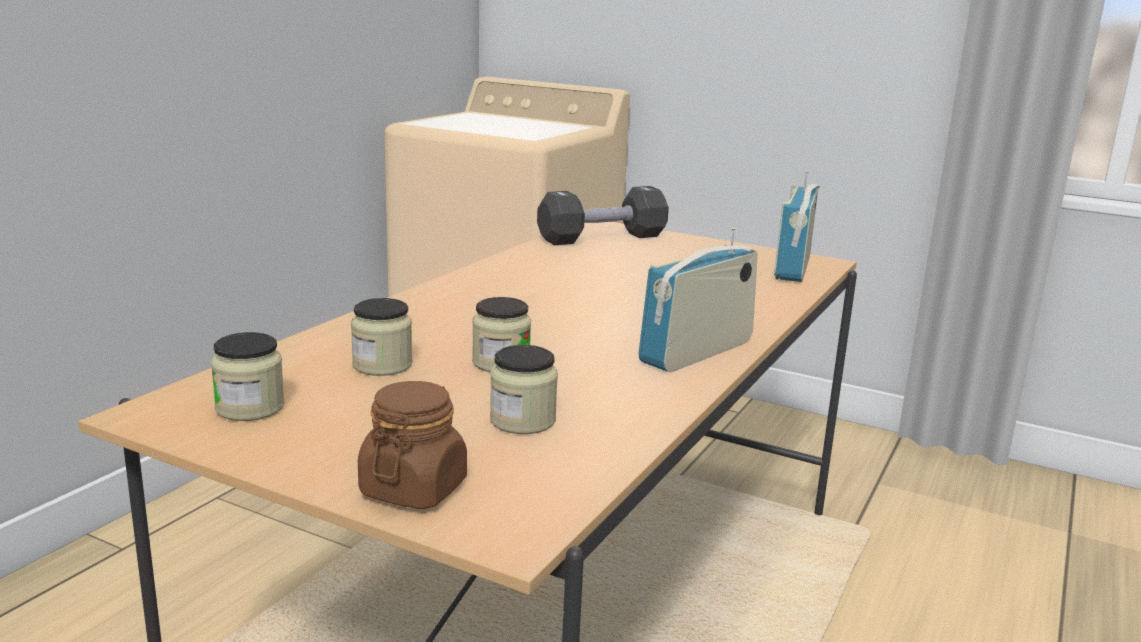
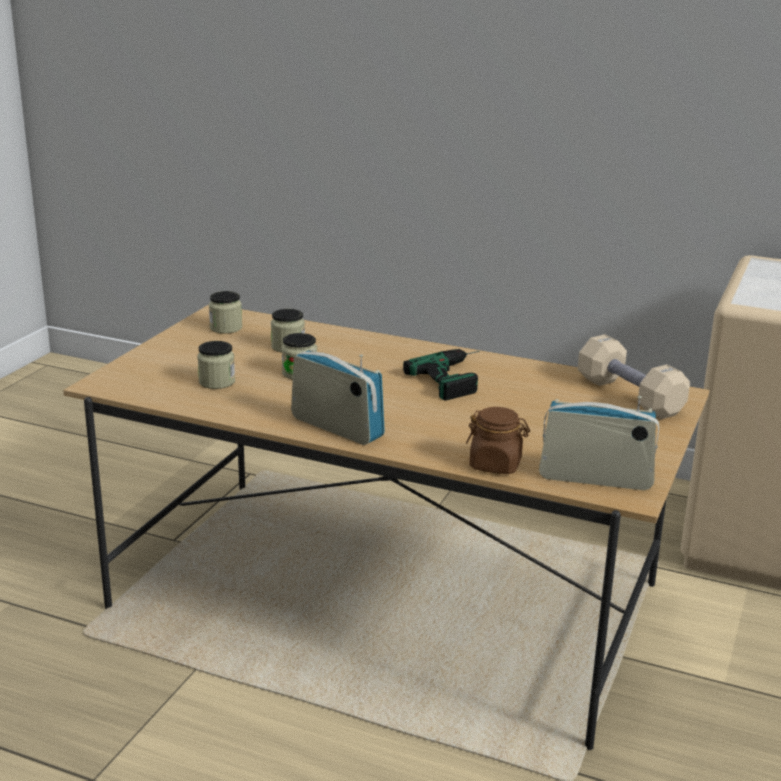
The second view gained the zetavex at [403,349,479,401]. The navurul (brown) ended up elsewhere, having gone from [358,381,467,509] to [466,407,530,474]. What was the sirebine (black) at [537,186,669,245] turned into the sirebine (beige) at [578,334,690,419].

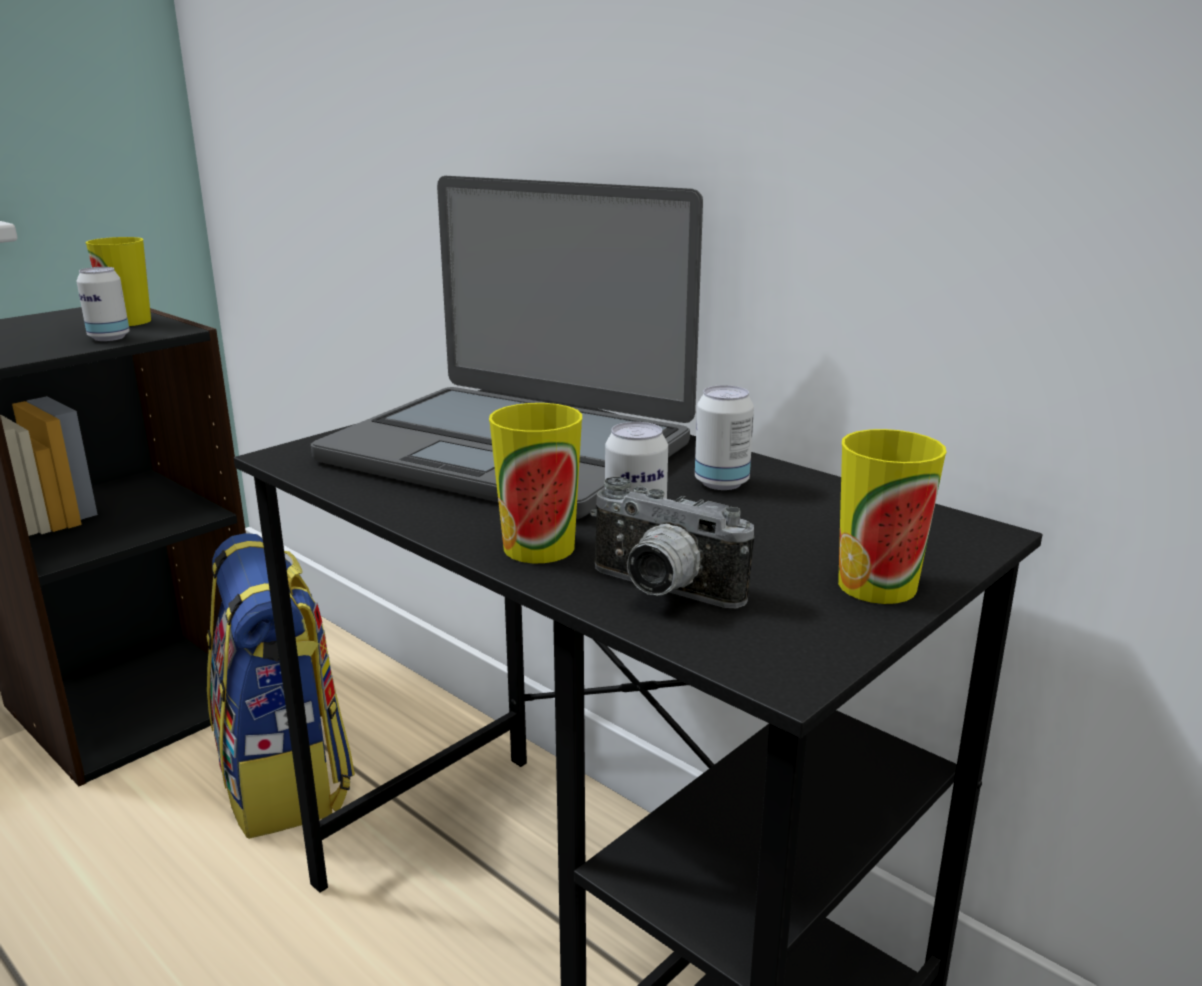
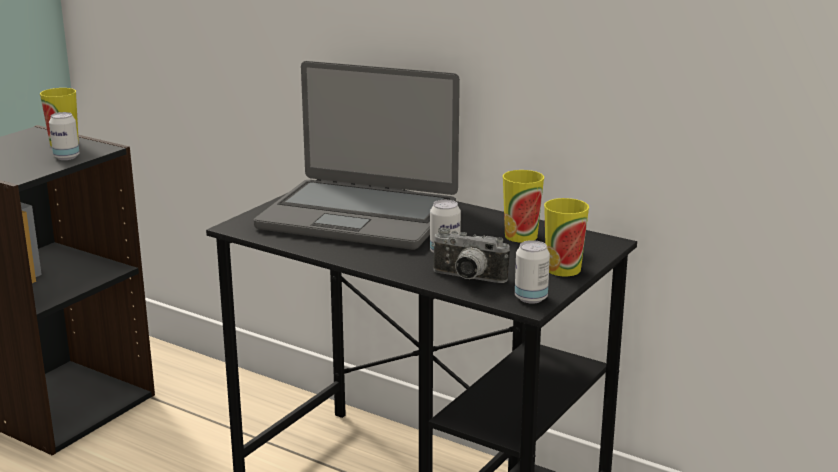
The second view lost the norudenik at [207,533,355,839]. The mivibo ended up elsewhere, having gone from [489,403,582,563] to [503,170,544,243]. The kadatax ended up elsewhere, having gone from [695,385,754,490] to [515,240,550,304].

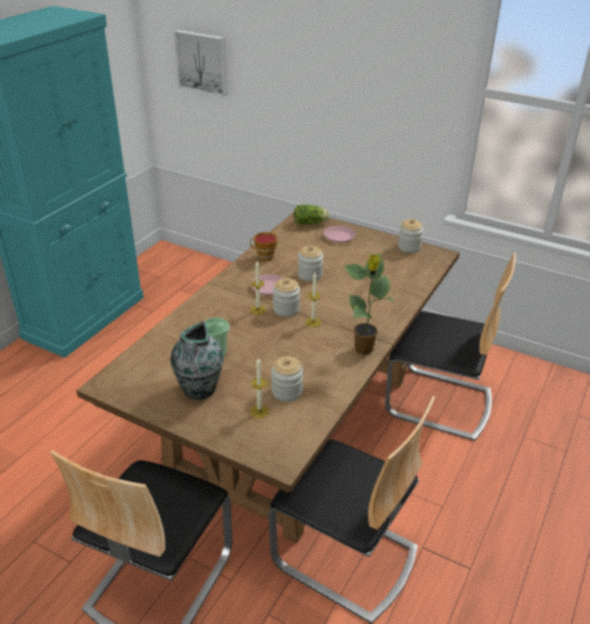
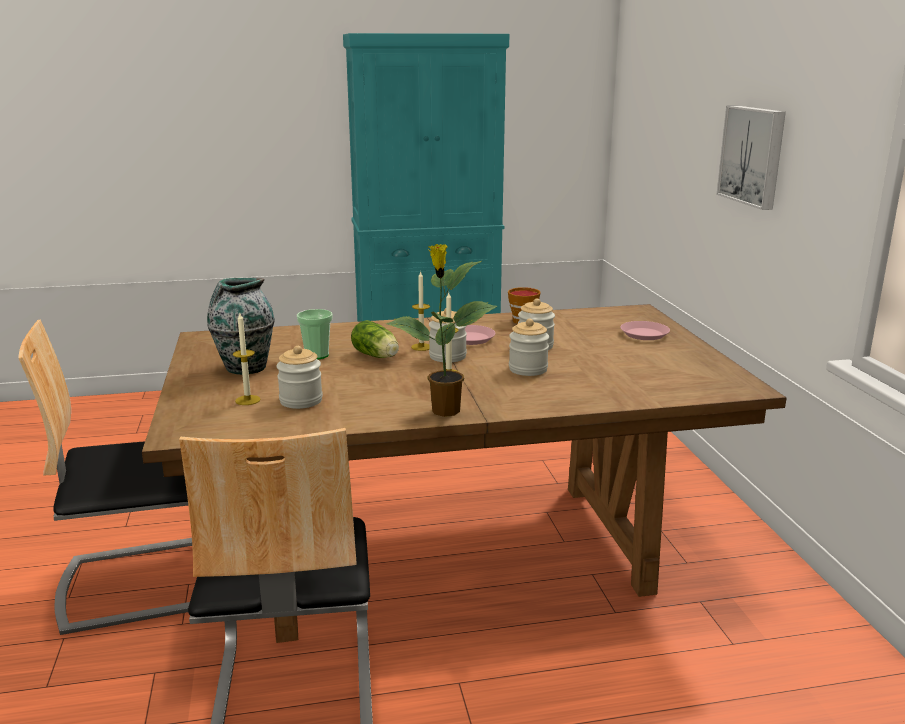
The second view lost the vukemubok at [385,252,516,441]. The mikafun ended up elsewhere, having gone from [174,30,227,97] to [717,105,786,210]. The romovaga ended up elsewhere, having gone from [294,205,330,225] to [351,320,399,358]. The navurul ended up elsewhere, having gone from [398,219,423,253] to [509,319,549,376].

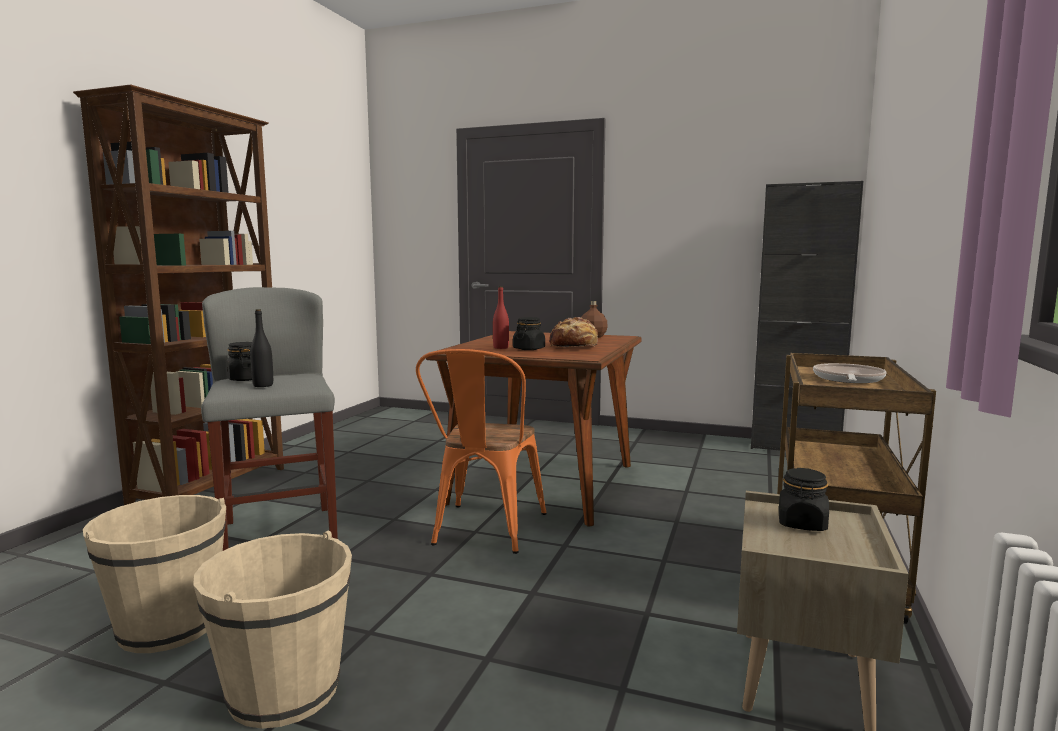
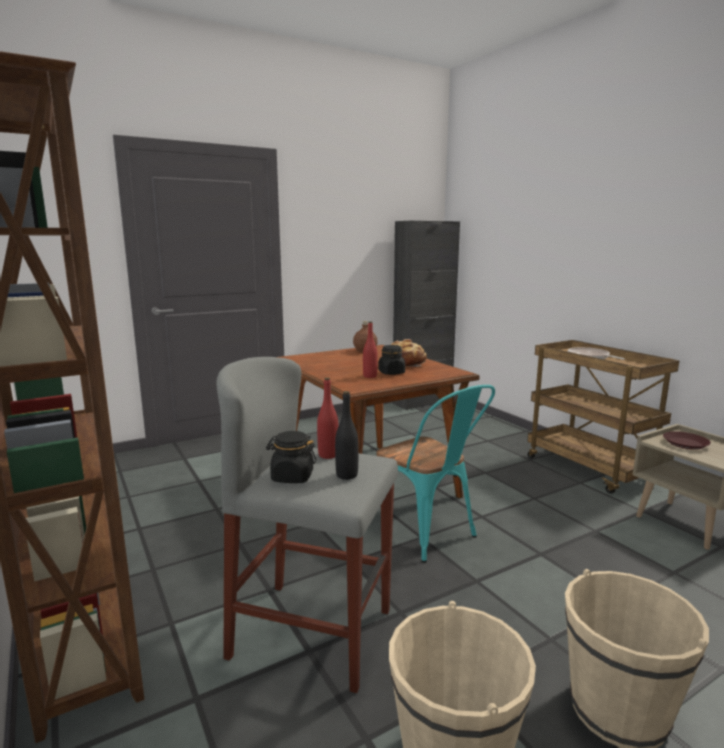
The second view gained the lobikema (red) at [317,378,339,459]. Where the navurul (black) stood at [779,468,829,531], the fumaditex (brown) came to stand at [663,431,711,450]. What was the vukemubok (orange) at [416,349,546,554] turned into the vukemubok (turquoise) at [377,385,495,563].

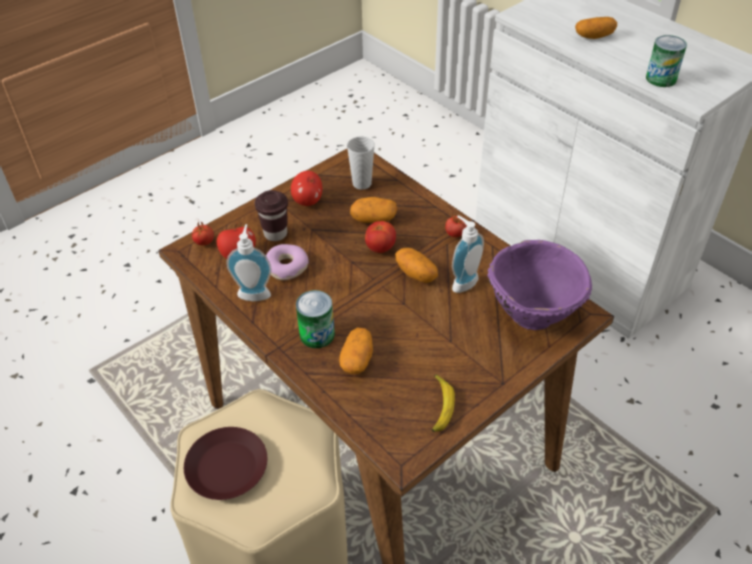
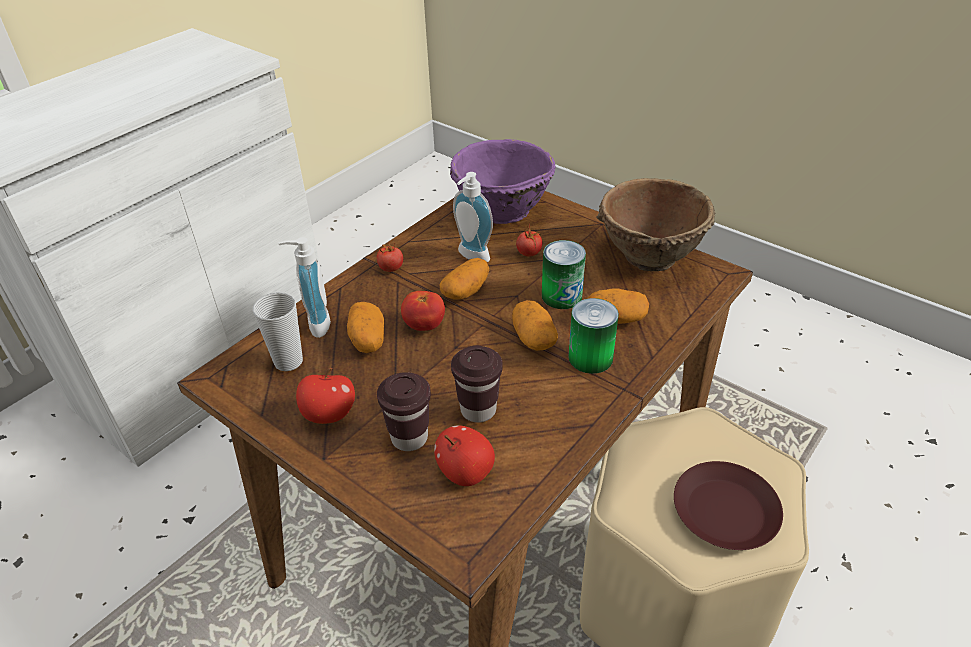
The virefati ended up elsewhere, having gone from [191,220,214,245] to [516,225,543,257]. The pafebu ended up elsewhere, having gone from [226,224,272,301] to [278,237,331,338]. The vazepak ended up elsewhere, having gone from [575,17,617,39] to [512,300,558,351]. The kadatax ended up elsewhere, having gone from [646,35,687,87] to [542,240,586,309]. Where the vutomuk stood at [266,244,309,280], the mivibo (brown) came to stand at [451,346,503,423]. Where the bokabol stood at [431,374,455,432], the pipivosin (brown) came to stand at [597,178,716,271].

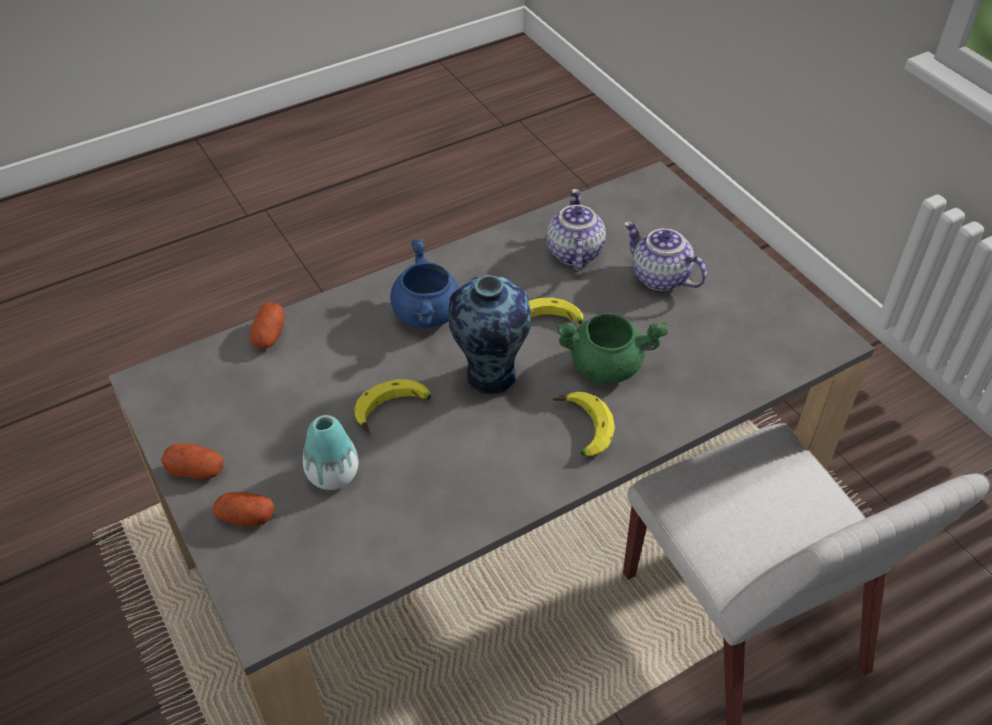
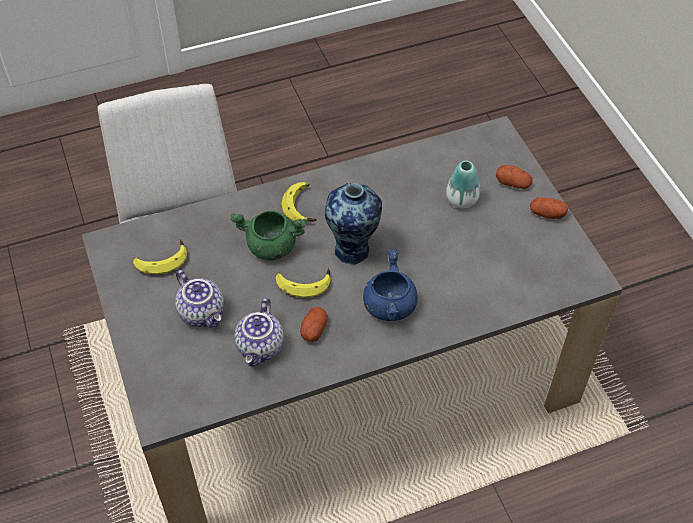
The vazepak ended up elsewhere, having gone from [250,302,285,349] to [300,307,328,342]. The bokabol ended up elsewhere, having gone from [354,379,431,435] to [133,239,187,275].

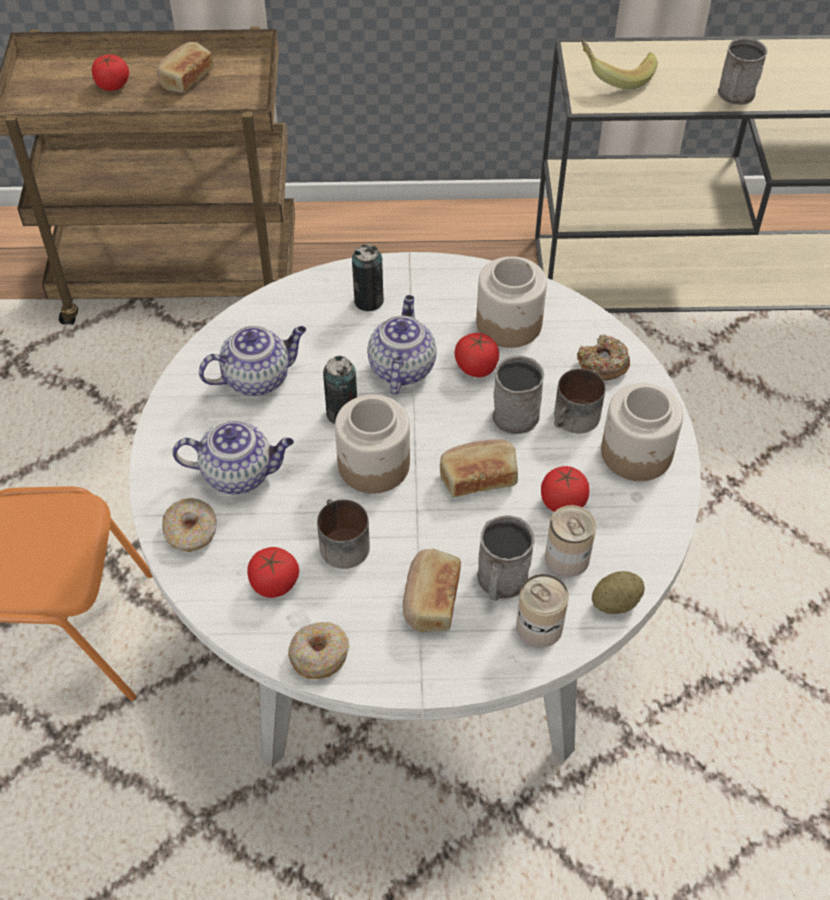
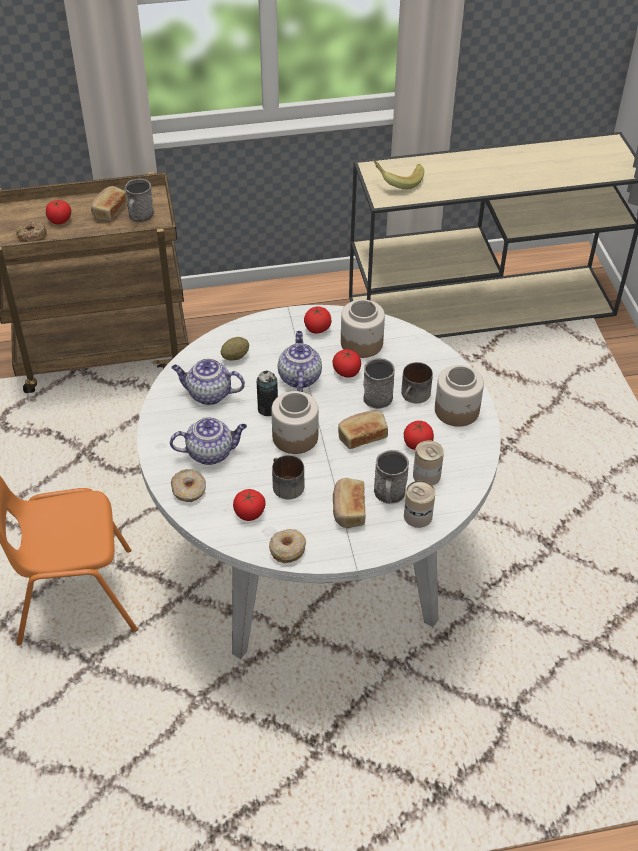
The second view lost the kadatax at [352,244,384,311]. The second view gained the virefati at [304,306,331,333]. The vutomuk ended up elsewhere, having gone from [577,334,630,381] to [16,220,47,242]. The vazepak ended up elsewhere, having gone from [592,571,645,614] to [221,337,249,361]. The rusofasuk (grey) ended up elsewhere, having gone from [718,38,767,105] to [125,179,154,223]. The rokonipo at [199,326,306,396] ended up facing another way, 135 degrees counterclockwise from before.

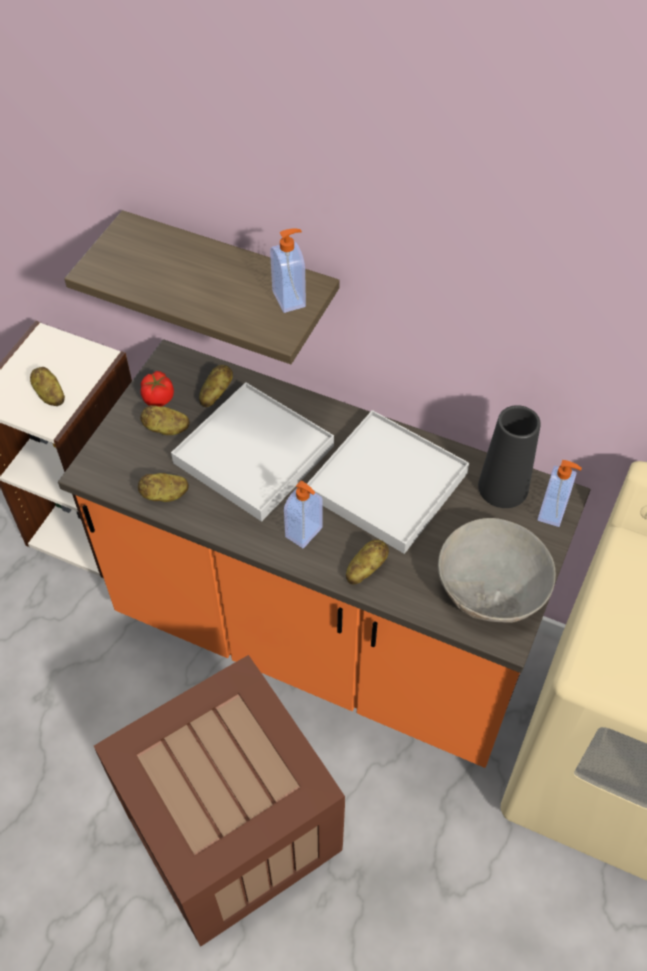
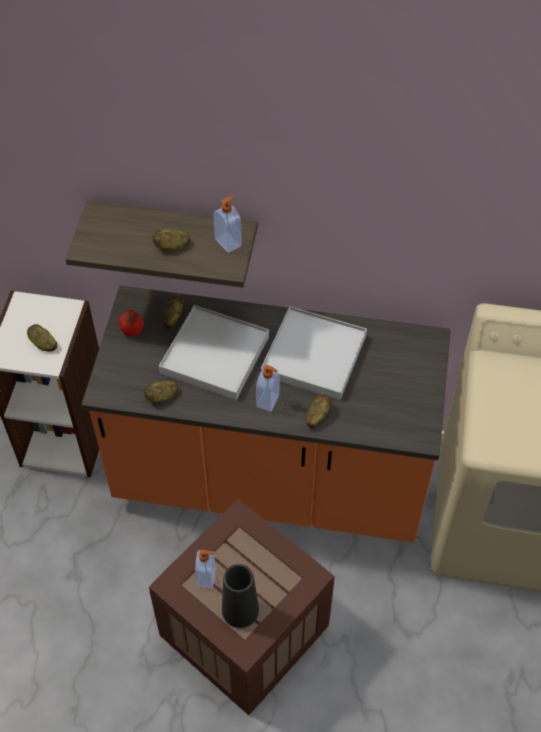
The second view lost the pipivosin (grey) at [438,518,556,623]. The vazepak ended up elsewhere, having gone from [140,405,190,435] to [153,229,190,251]. The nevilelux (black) ended up elsewhere, having gone from [478,405,541,508] to [222,564,259,628]. The pafebu ended up elsewhere, having gone from [538,460,582,527] to [195,550,216,588].

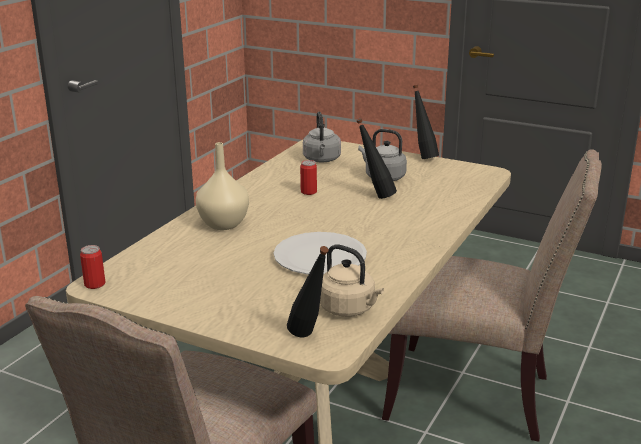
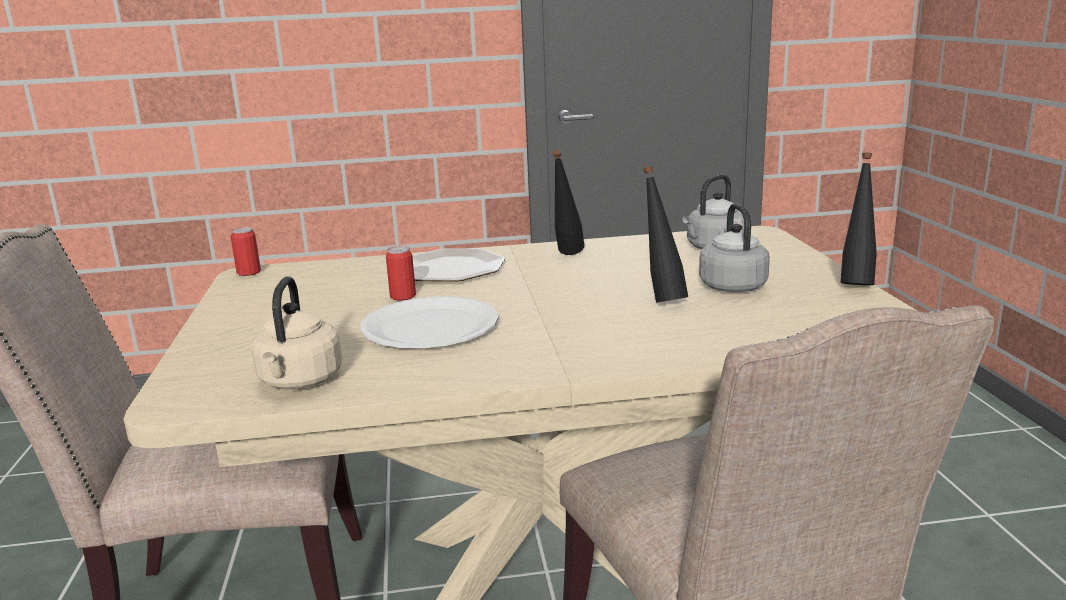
The lobikema (black) ended up elsewhere, having gone from [287,246,329,337] to [553,150,584,255]. The kadatax ended up elsewhere, having gone from [300,160,317,195] to [386,246,416,301]. Where the nevilelux (beige) stood at [196,142,249,230], the fumaditex came to stand at [412,248,505,282].

